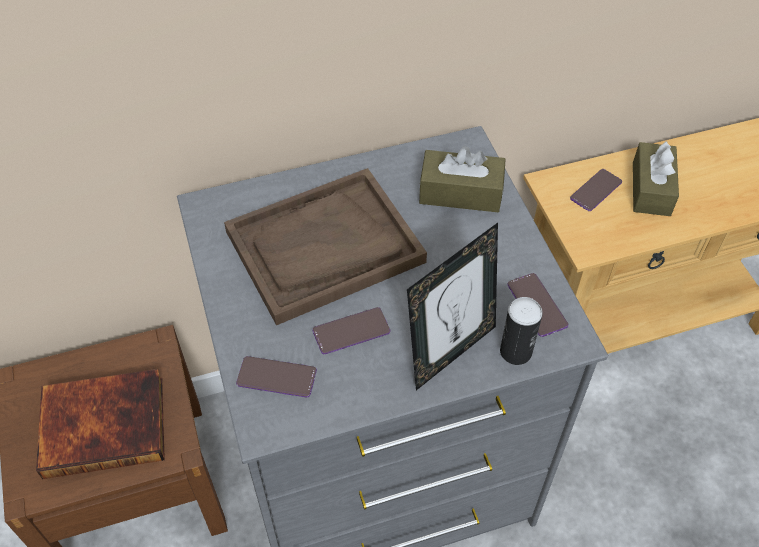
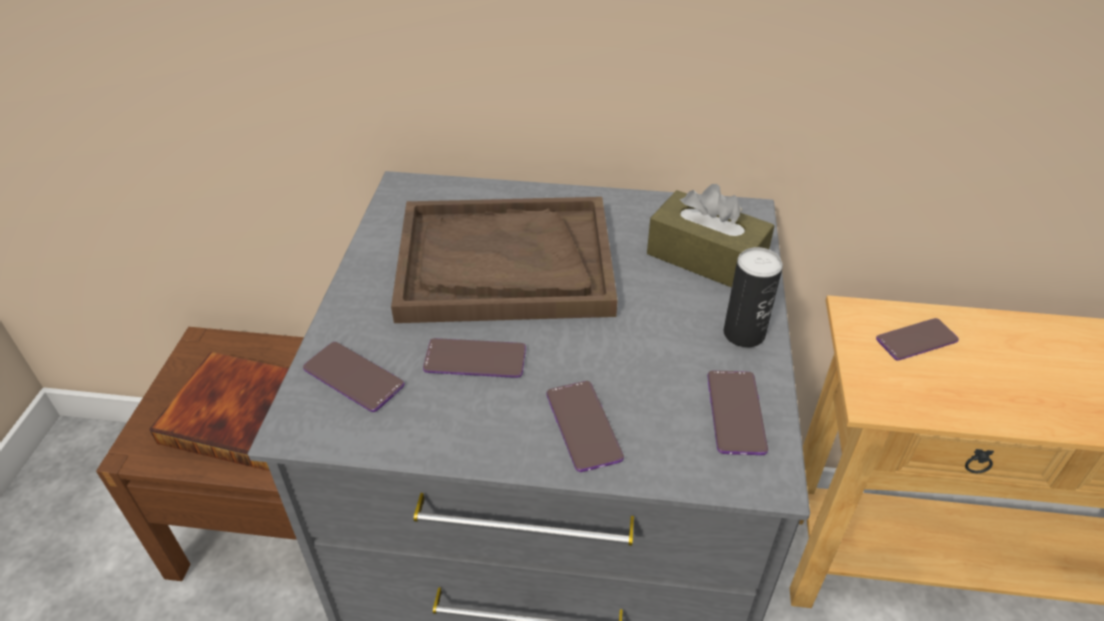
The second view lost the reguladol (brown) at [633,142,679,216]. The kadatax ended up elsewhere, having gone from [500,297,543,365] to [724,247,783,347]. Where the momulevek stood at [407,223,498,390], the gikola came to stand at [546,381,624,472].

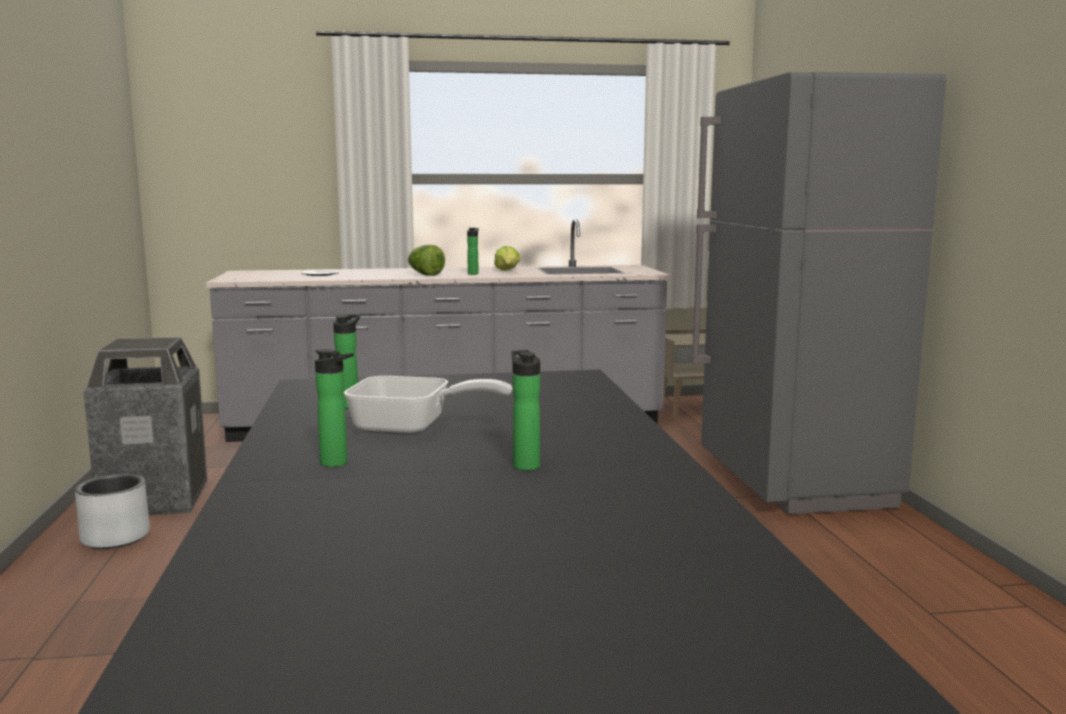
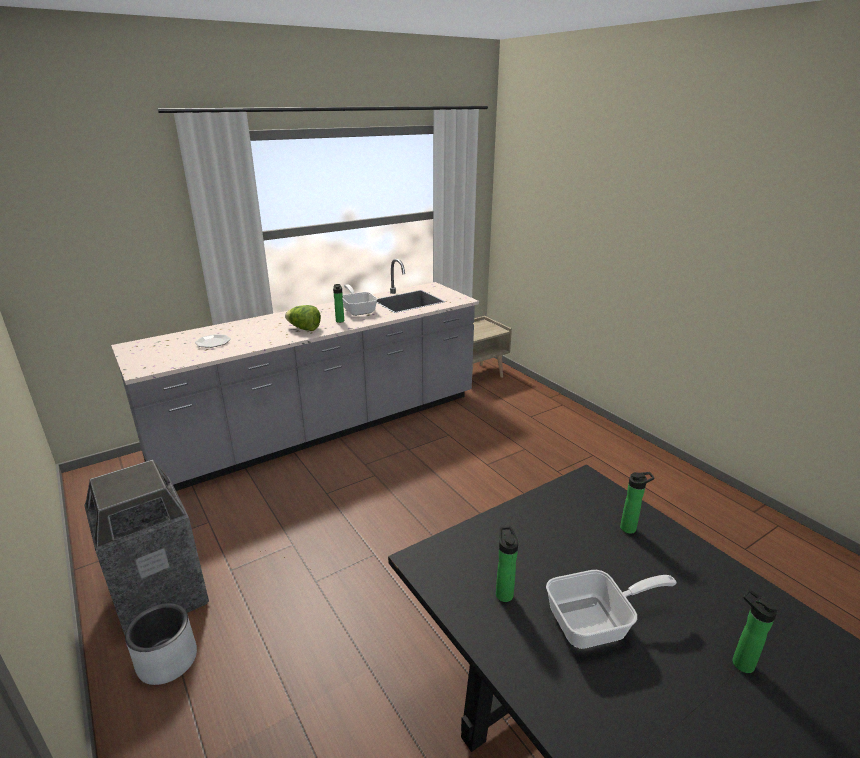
The second view lost the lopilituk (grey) at [691,72,946,514]. The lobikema ended up elsewhere, having gone from [315,349,354,467] to [620,472,654,534]. Where the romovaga stood at [494,246,521,270], the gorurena came to stand at [343,284,377,316].

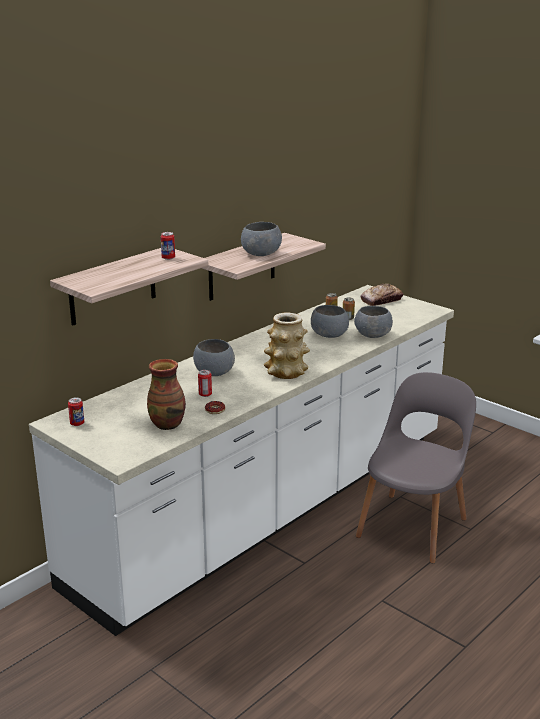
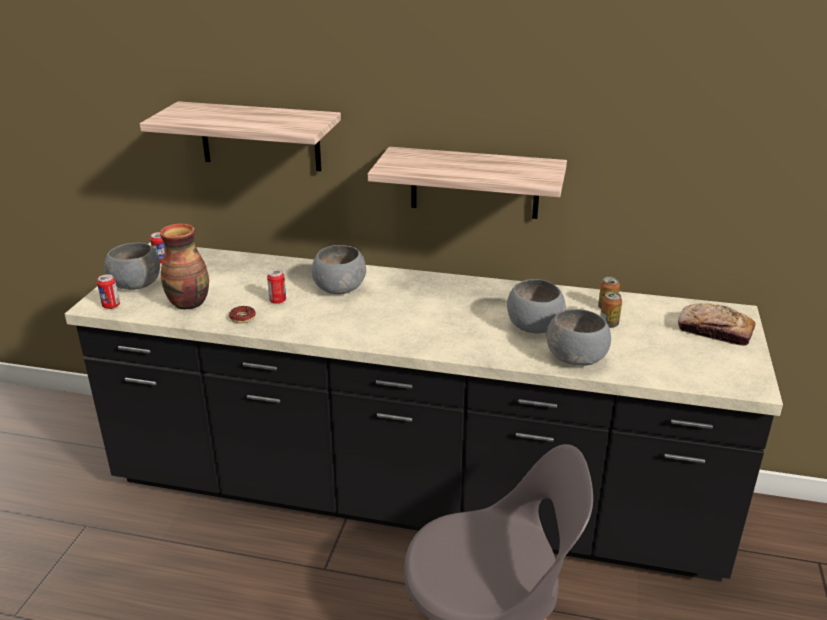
The second view lost the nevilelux at [264,312,310,379]. The kadatax ended up elsewhere, having gone from [161,232,175,260] to [97,274,120,309]. The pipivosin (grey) ended up elsewhere, having gone from [241,222,282,256] to [104,243,160,290]. What was the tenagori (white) at [29,285,454,636] turned into the tenagori (black) at [65,242,783,582].

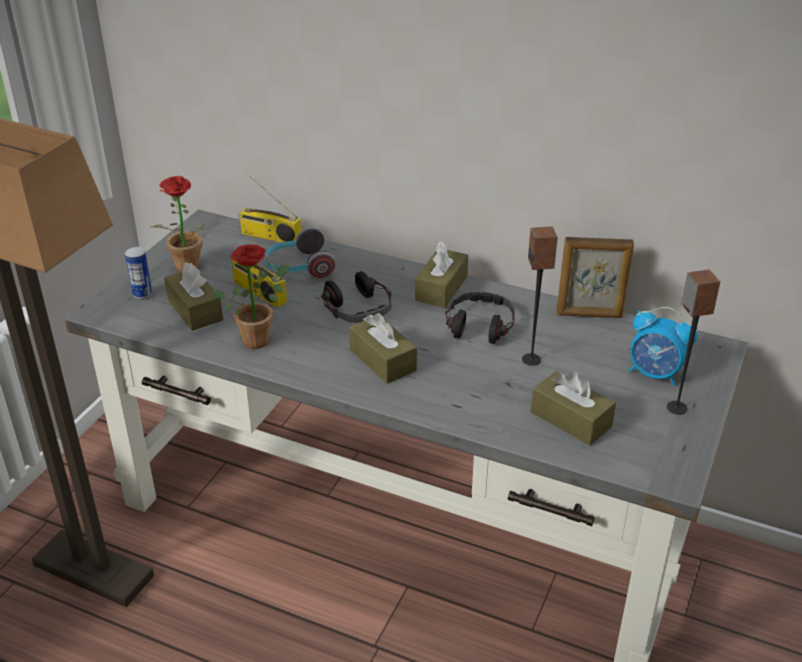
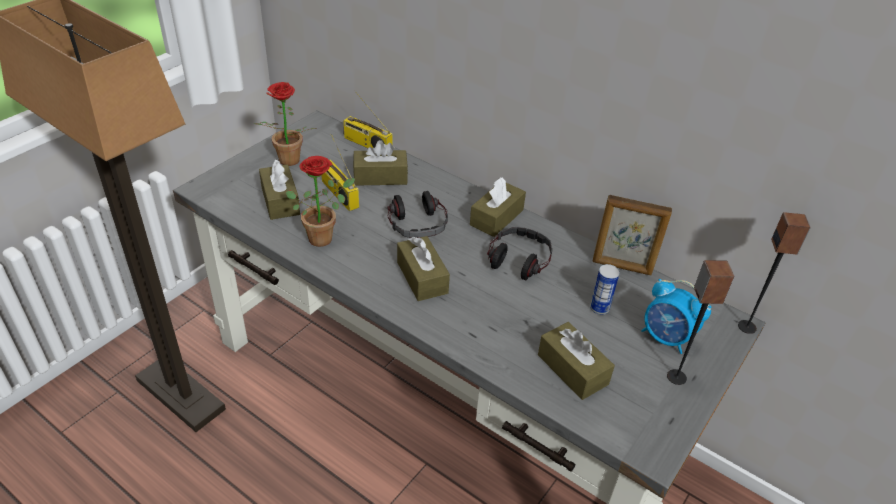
The kadatax ended up elsewhere, having gone from [125,247,152,300] to [590,264,620,315]. The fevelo ended up elsewhere, having gone from [522,227,558,366] to [738,212,811,334]. Where the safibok stood at [265,228,336,278], the reguladol (brown) came to stand at [353,140,408,186].

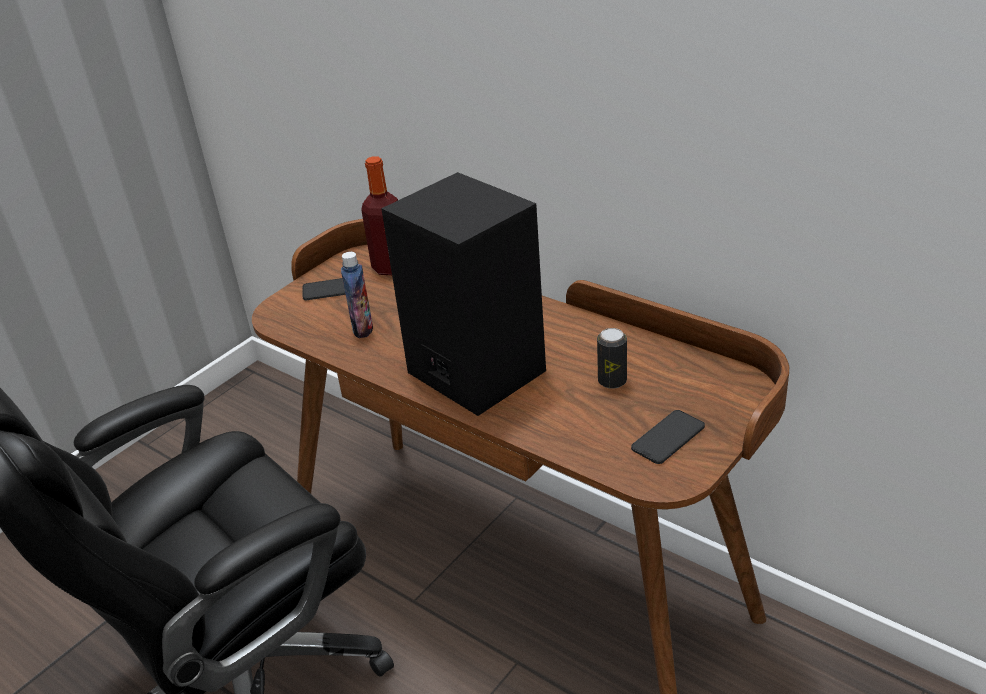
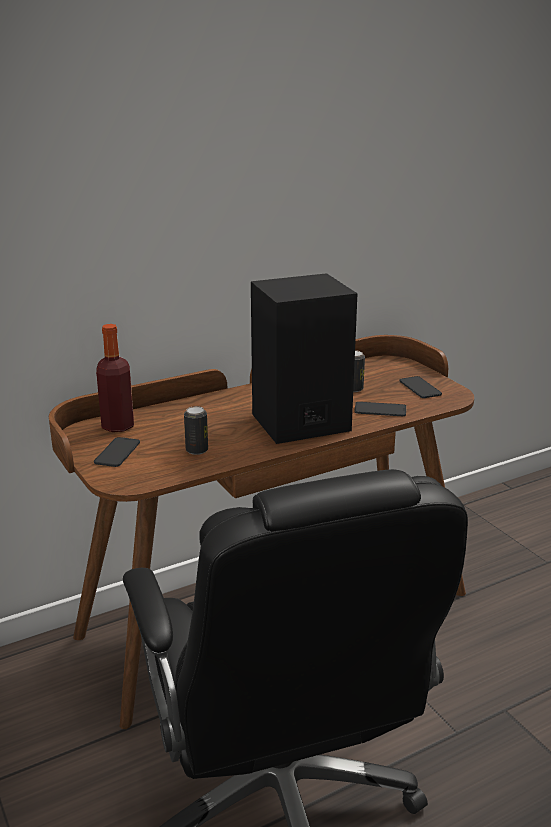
The second view gained the gikola at [354,402,406,416]. Where the lobikema stood at [341,252,373,338], the kadatax came to stand at [184,406,208,455].

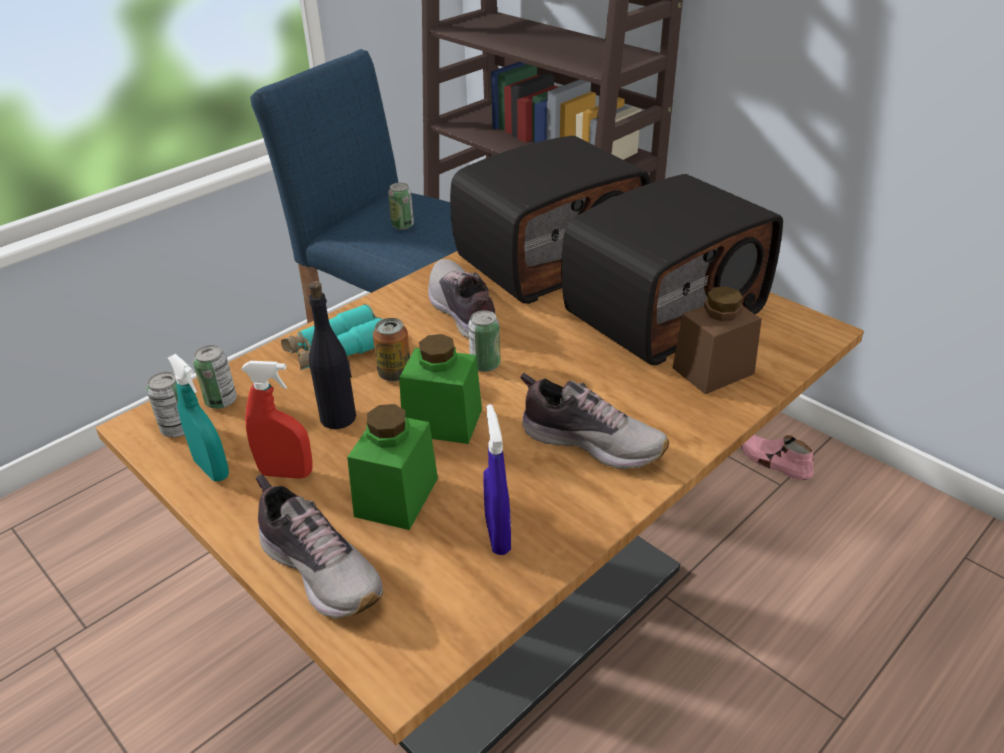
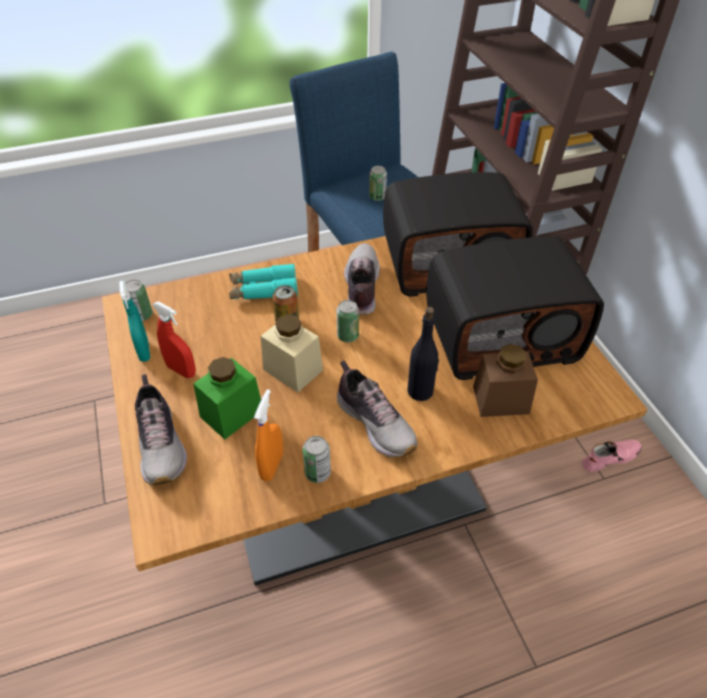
The kadatax ended up elsewhere, having gone from [193,345,237,409] to [302,436,331,483]. The lobikema (black) ended up elsewhere, having gone from [309,281,356,429] to [407,307,439,401]. What was the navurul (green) at [399,334,482,444] turned into the navurul (beige) at [261,314,323,392]. What was the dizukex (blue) at [483,404,511,555] turned into the dizukex (orange) at [254,389,283,481]. The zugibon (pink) at [740,435,814,480] ended up facing another way, 90 degrees clockwise from before.

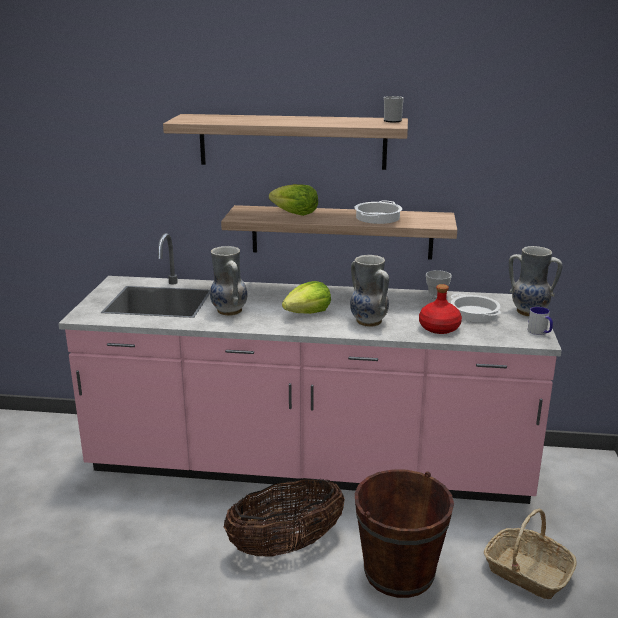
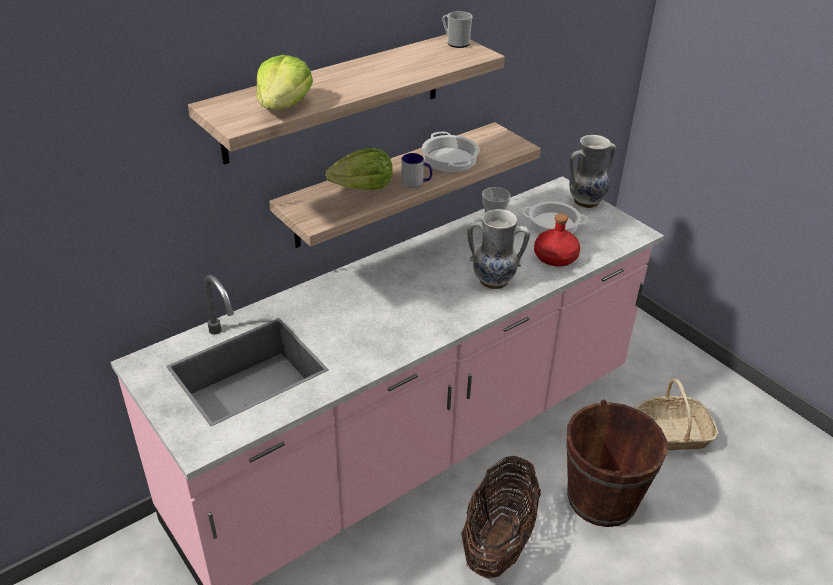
The second view lost the nevilelux at [210,246,248,316]. The romovaga ended up elsewhere, having gone from [282,281,331,314] to [256,55,313,110]. The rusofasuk ended up elsewhere, having gone from [528,307,553,335] to [401,153,432,188].

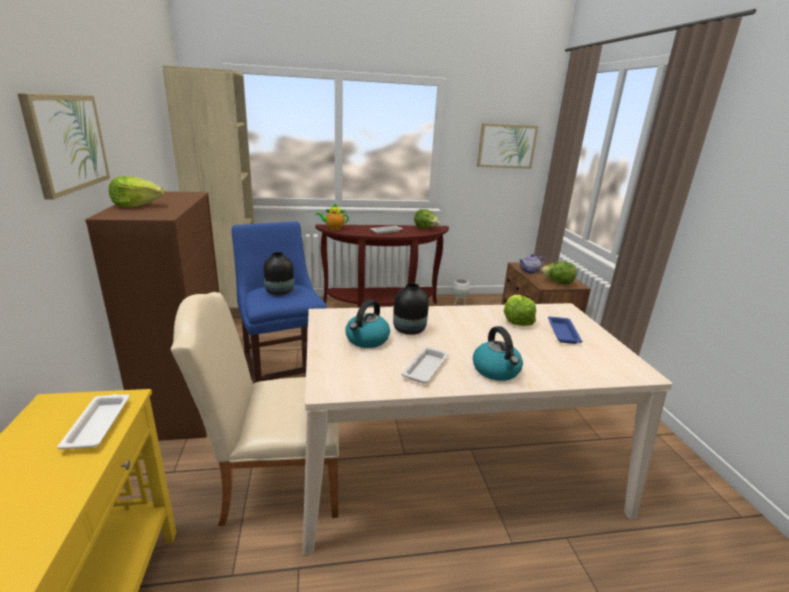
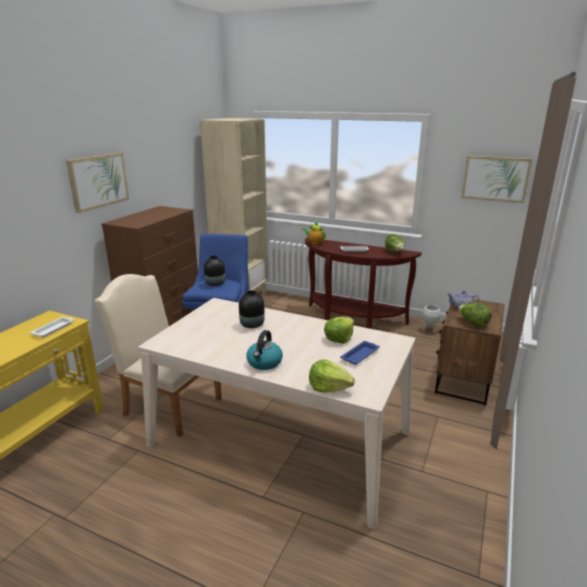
The second view lost the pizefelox at [345,299,390,348]. The second view lost the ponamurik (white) at [401,347,449,383]. The romovaga ended up elsewhere, having gone from [109,176,164,207] to [309,360,355,393].

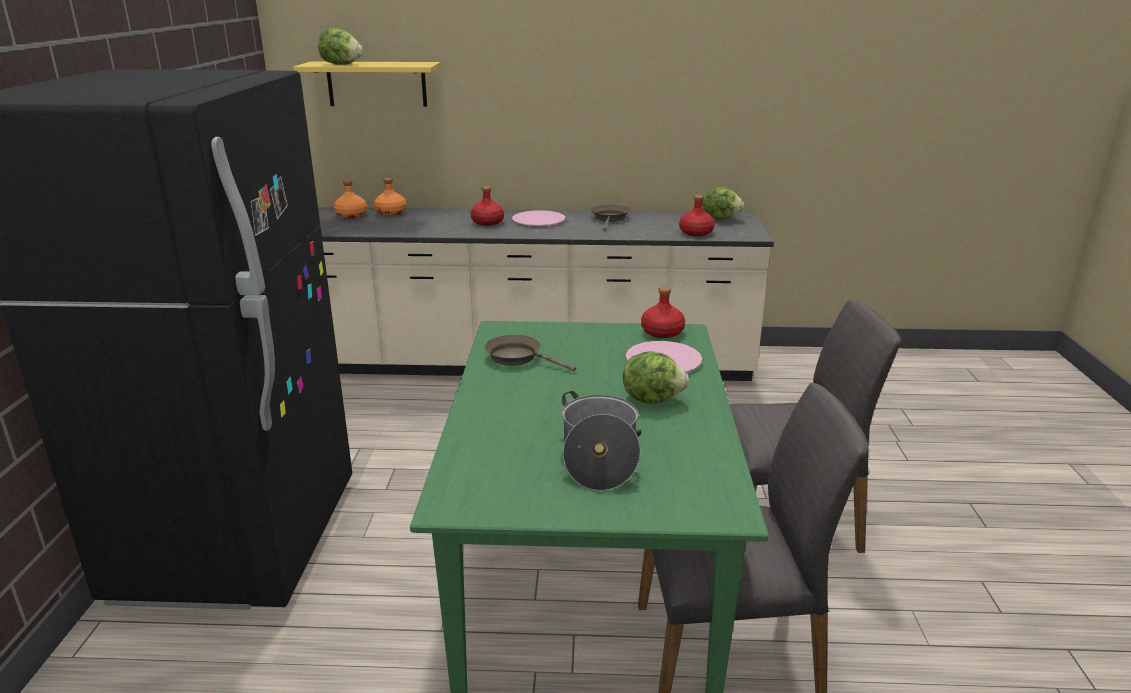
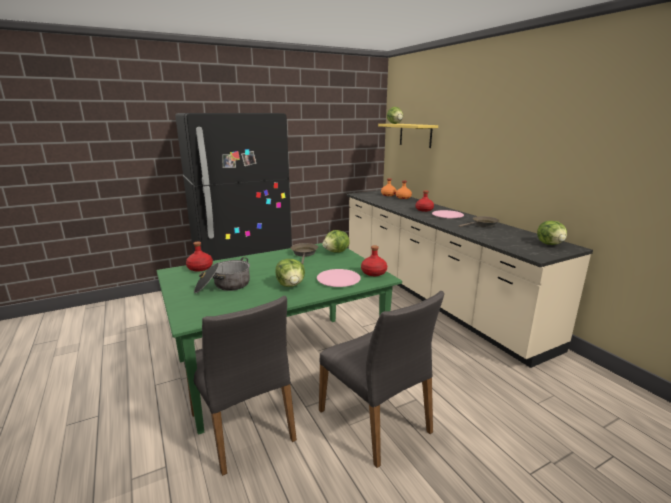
The second view gained the romovaga at [322,230,350,253]. The lobikema (red) ended up elsewhere, having gone from [679,195,715,236] to [186,242,213,272].

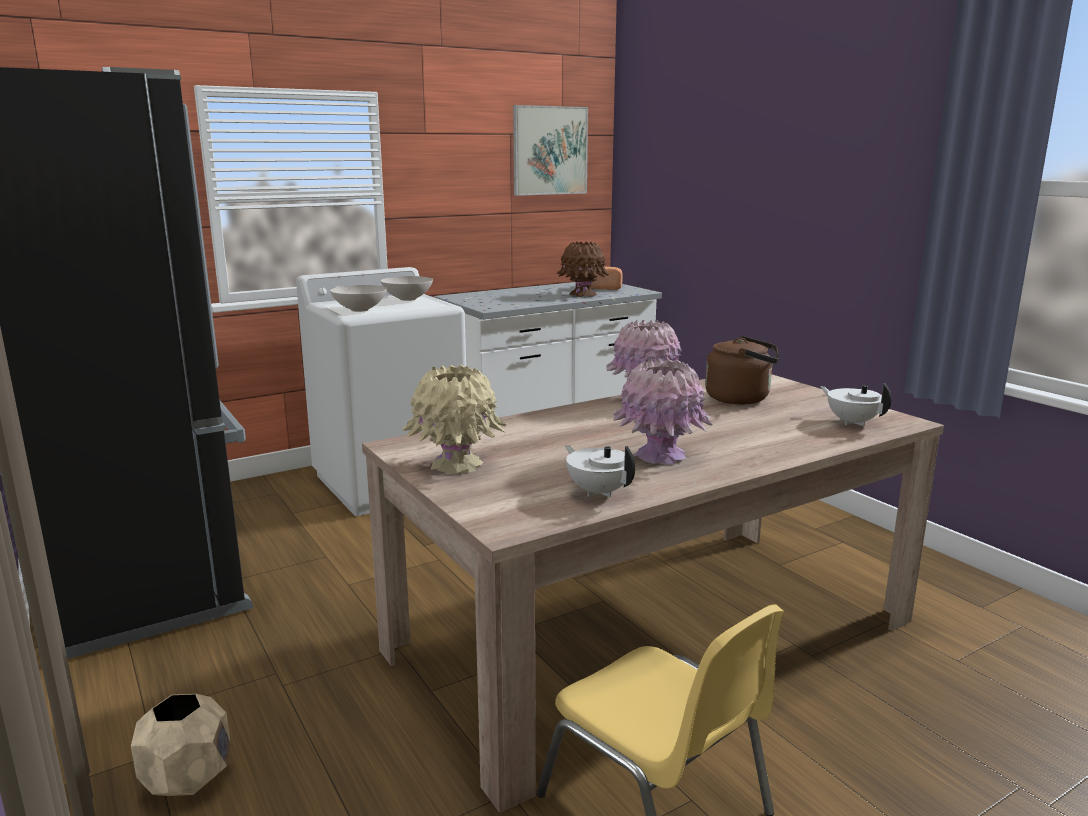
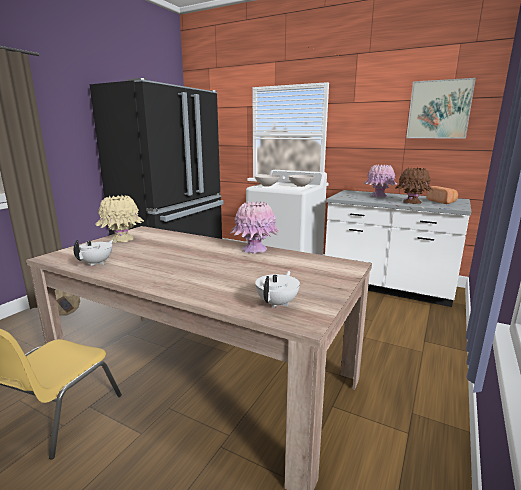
The second view lost the pizefelox (brown) at [705,336,779,404]. The nevilelux (pink) ended up elsewhere, having gone from [613,359,712,465] to [364,164,397,197].

